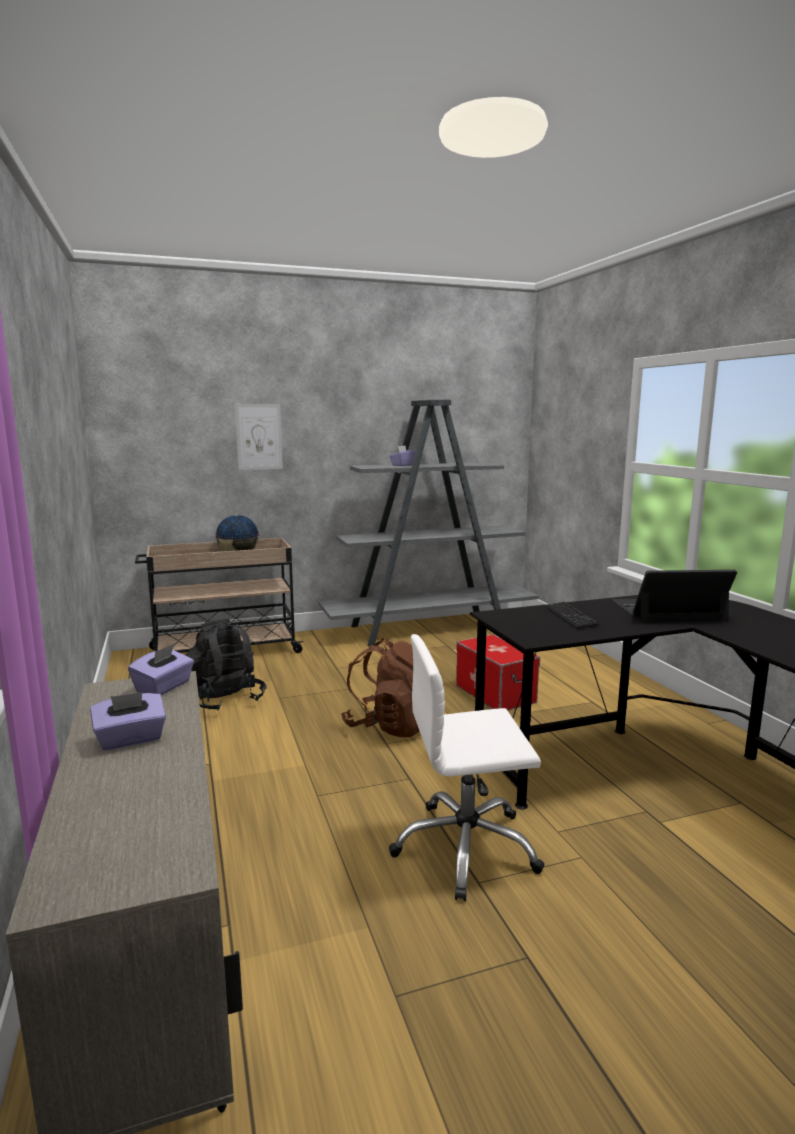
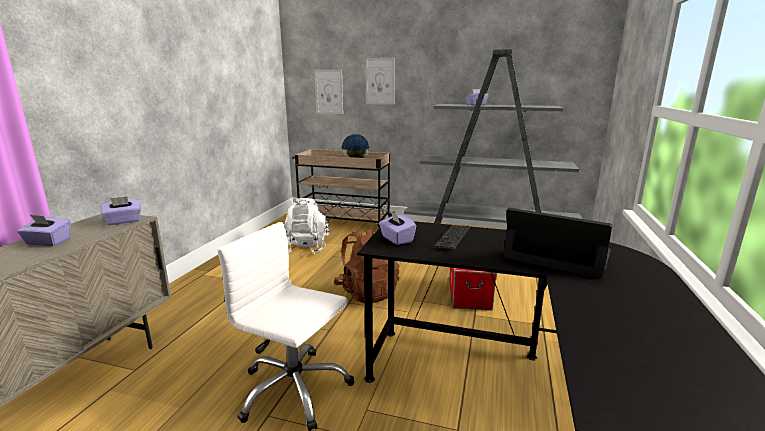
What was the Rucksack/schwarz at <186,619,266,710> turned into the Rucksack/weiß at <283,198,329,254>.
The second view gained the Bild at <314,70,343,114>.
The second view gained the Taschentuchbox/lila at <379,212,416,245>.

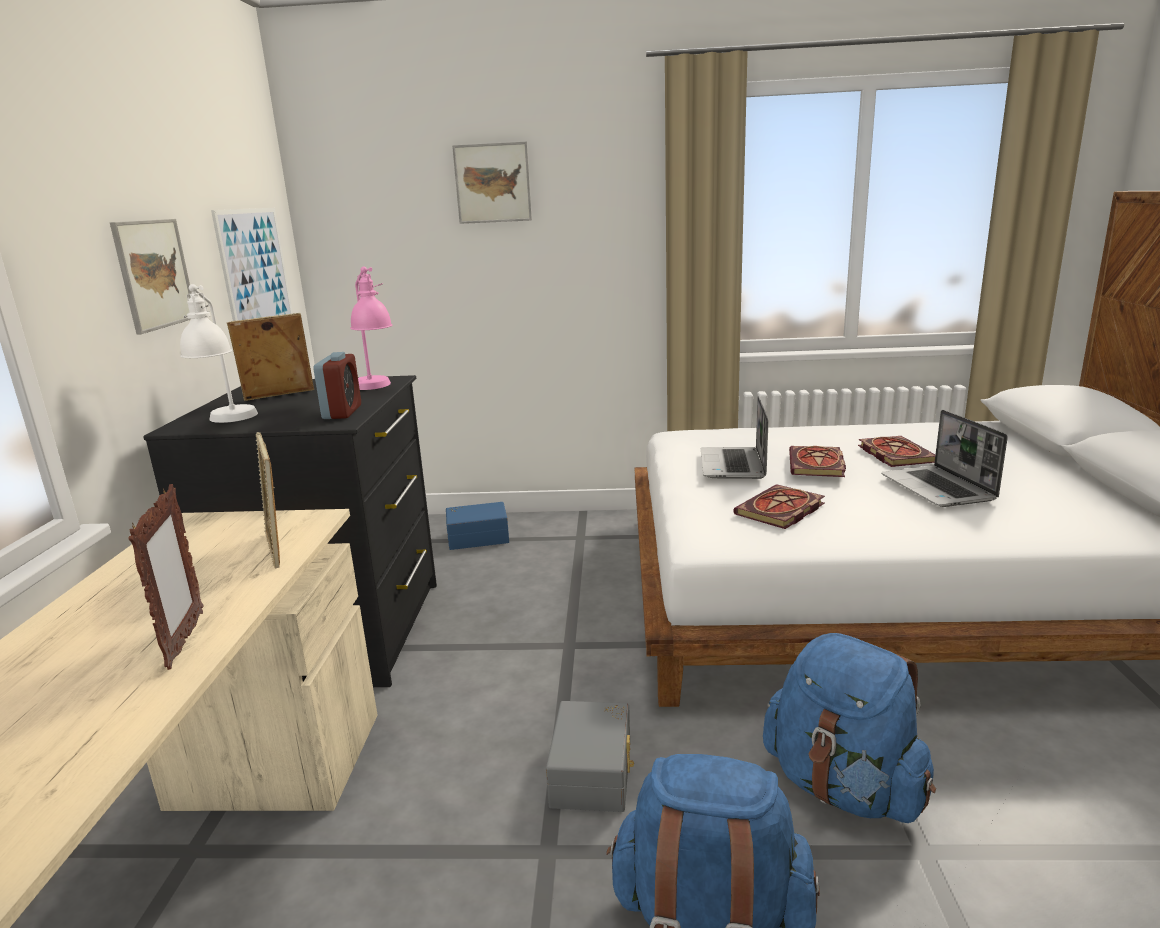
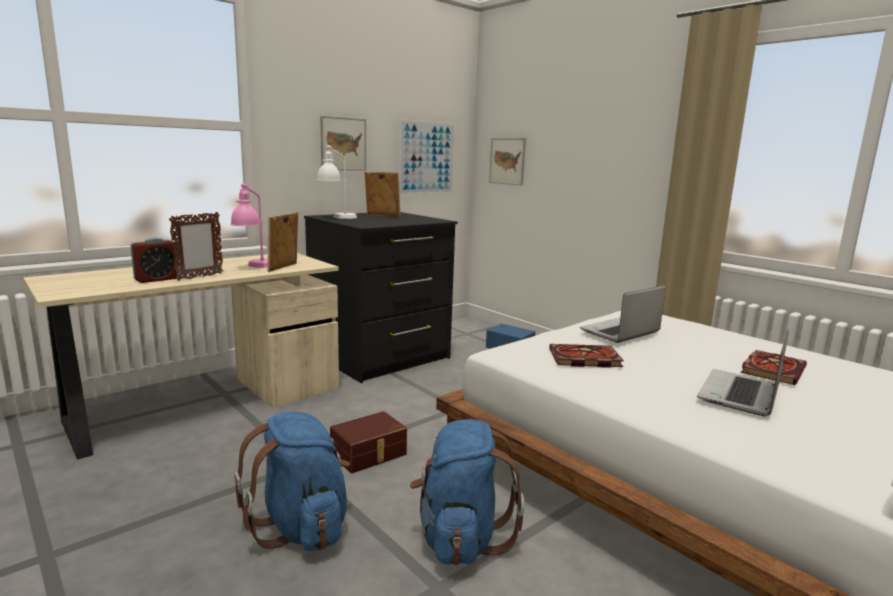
The Wecker ended up elsewhere, having gone from <314,352,361,419> to <130,238,179,283>.
The Tischlampe/rosa ended up elsewhere, having gone from <350,266,393,390> to <230,183,268,268>.
What was the Aufbewahrungsbox/grau at <546,701,634,812> turned into the Aufbewahrungsbox/braun at <330,411,407,473>.
The Bild ended up elsewhere, having gone from <452,141,532,224> to <489,138,526,186>.
The second view lost the Buch at <789,446,846,477>.

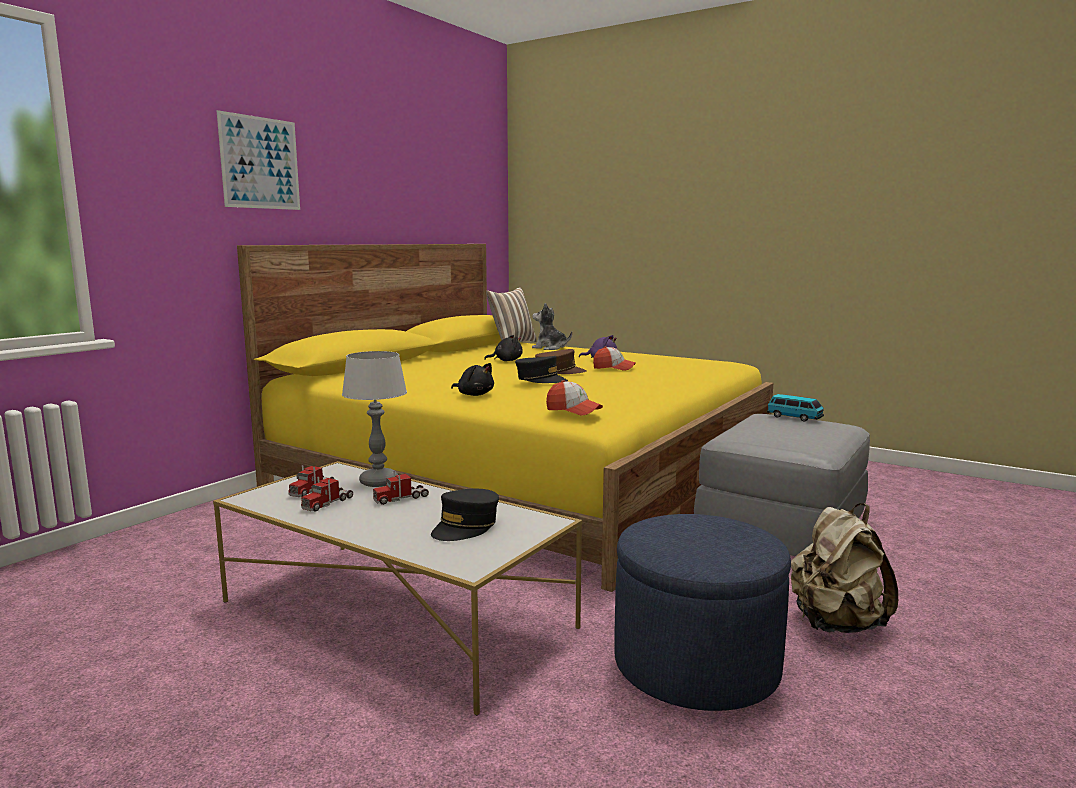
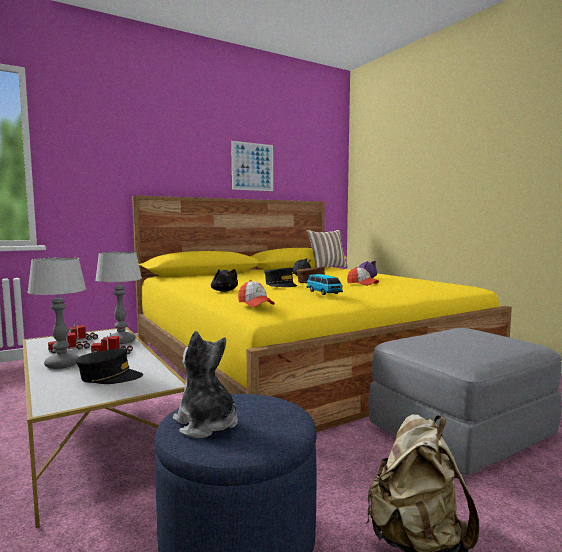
The second view gained the Tischlampe at <27,257,86,369>.
The Kappe/schwarz at <431,489,499,541> ended up facing another way, 150 degrees counterclockwise from before.
The Plüschtier ended up elsewhere, having gone from <532,303,572,350> to <173,331,238,438>.
The Bild ended up elsewhere, having gone from <216,110,300,210> to <231,141,273,191>.
The Spielzeugauto ended up elsewhere, having gone from <767,394,824,422> to <307,274,343,295>.

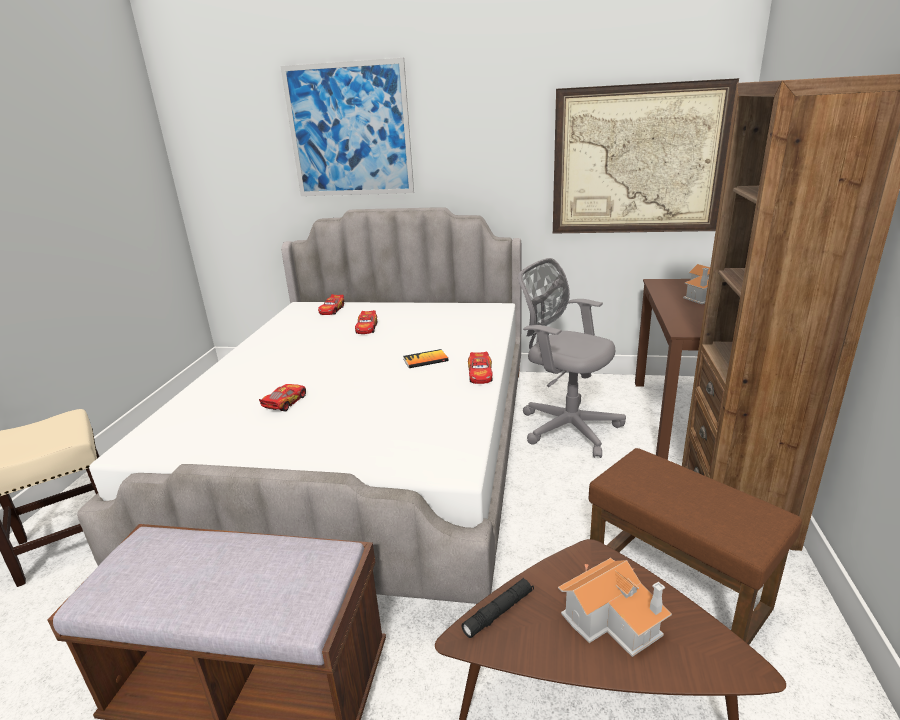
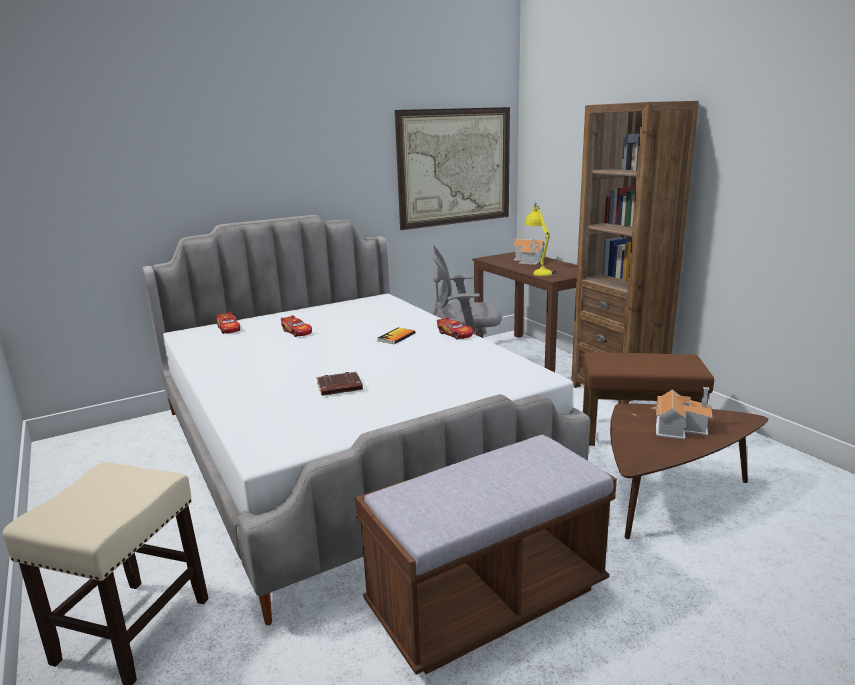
Where the Spielzeugauto stood at <259,384,306,412>, the Buch/braun came to stand at <317,372,363,396>.
The second view gained the Tischlampe/gelb at <525,202,556,276>.
The second view lost the Bild at <281,58,414,196>.
The second view lost the Taschenlampe/schwarz at <462,578,534,638>.

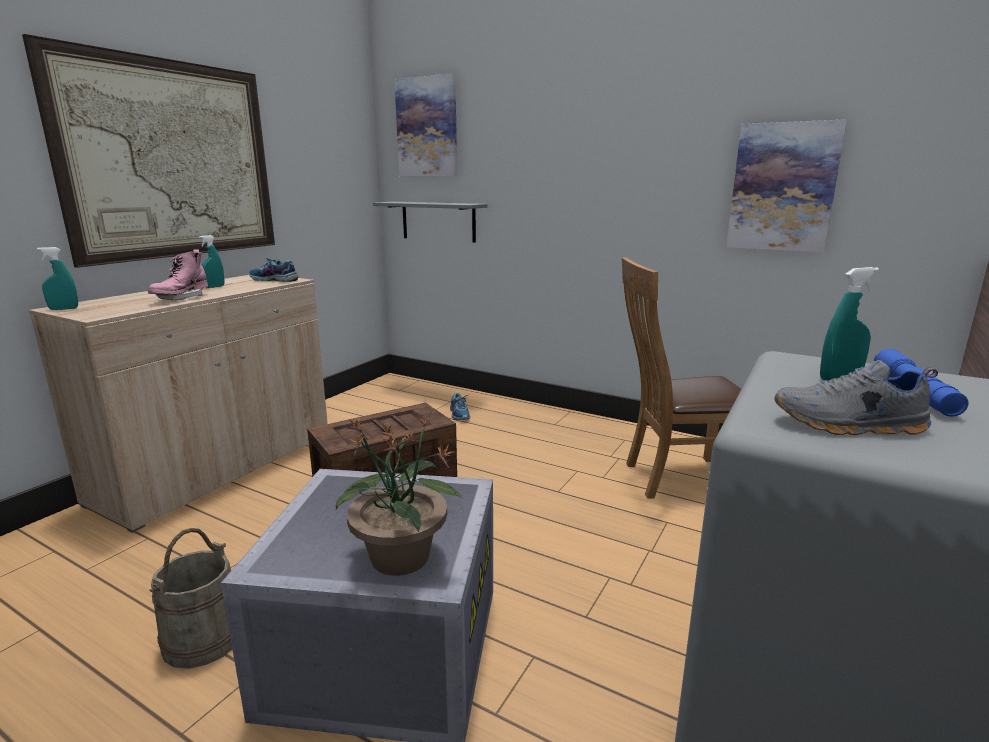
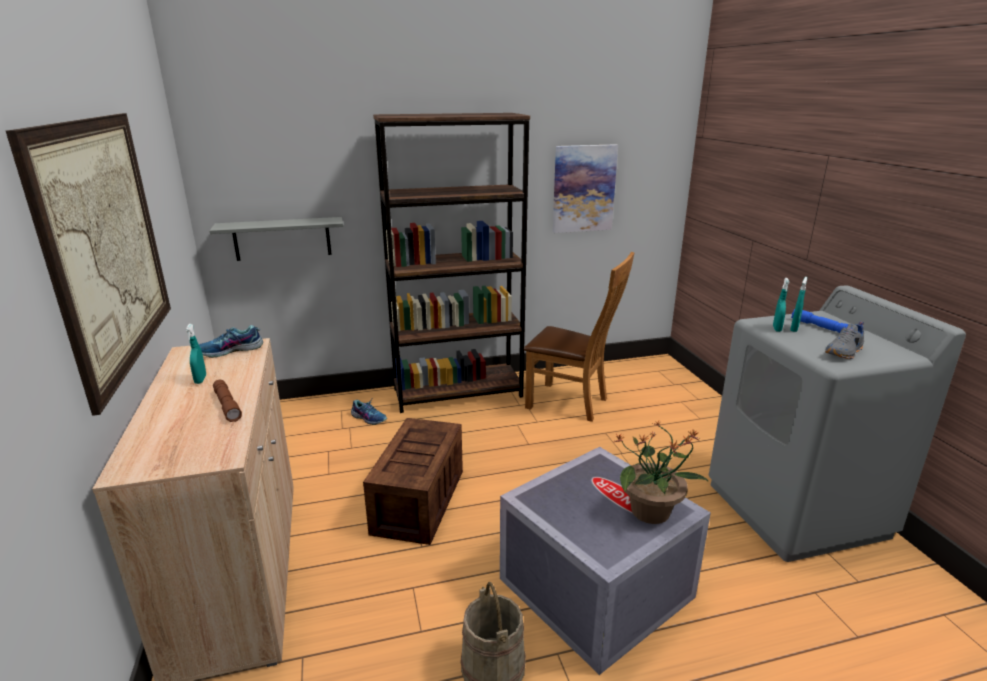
Where the Stiefel/rosa stood at <147,249,208,300>, the Taschenlampe/braun came to stand at <213,380,242,422>.
The second view gained the Bücherregal/braun at <373,113,530,413>.
The Stuhl/braun at <622,257,741,499> ended up facing another way, 105 degrees counterclockwise from before.
The Sprühflasche/türkis ended up elsewhere, having gone from <37,247,78,310> to <773,278,789,332>.
The second view lost the Bild at <394,73,457,176>.

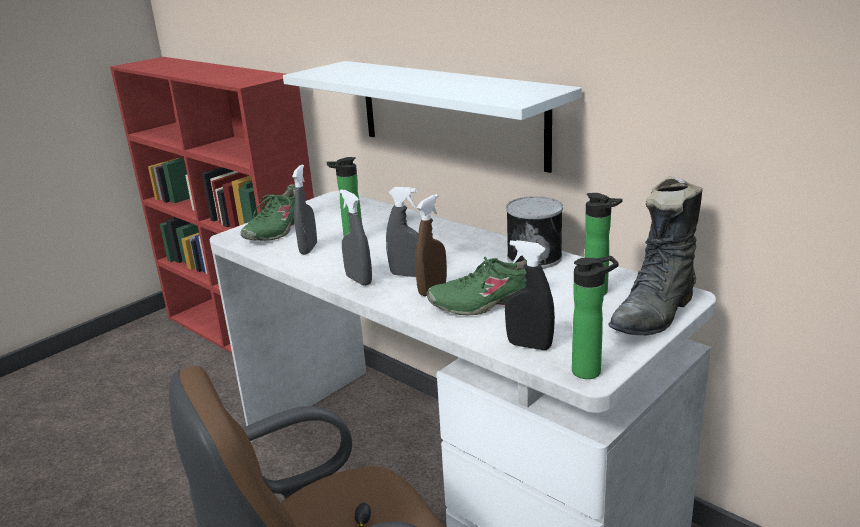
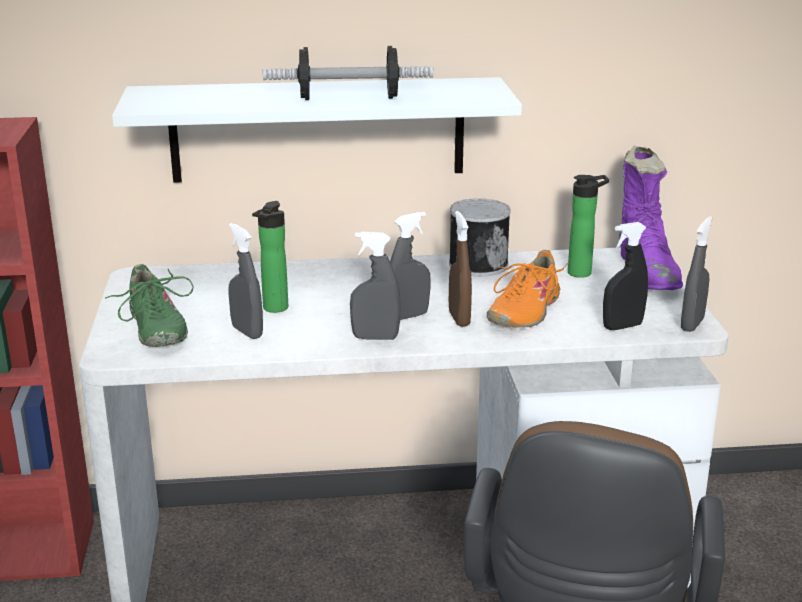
The second view gained the Hantel at <263,46,433,100>.
What was the Schuh/grün at <427,257,527,316> turned into the Schuh/orange at <487,250,568,328>.
What was the Stiefel/schwarz at <608,176,703,335> turned into the Stiefel/lila at <619,145,683,290>.
Where the Flasche stood at <572,256,619,379>, the Sprühflasche/grau came to stand at <681,216,712,332>.

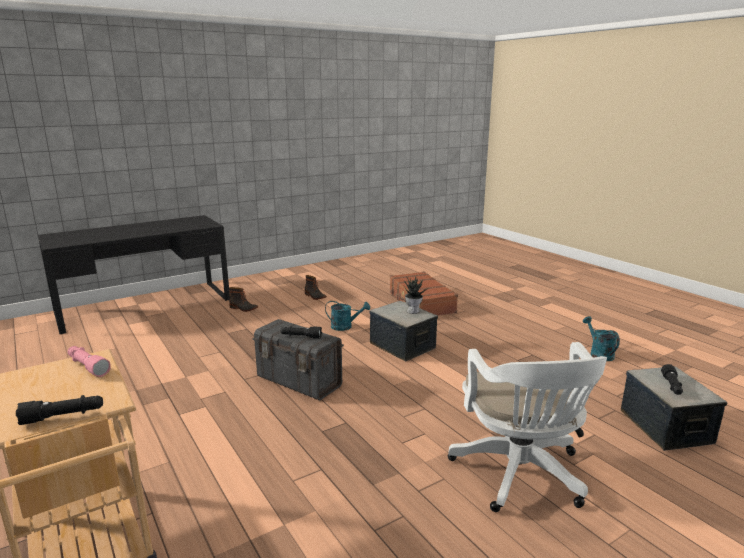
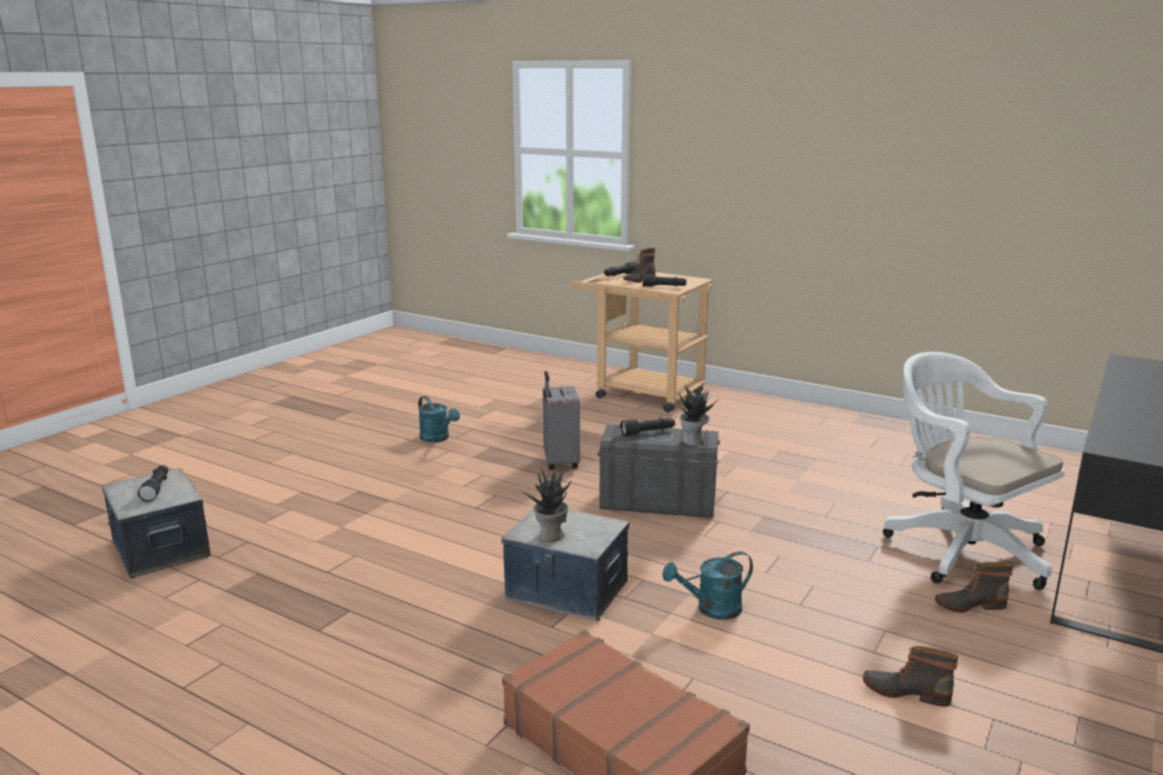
The Gießkanne/türkis ended up elsewhere, having gone from <583,316,620,361> to <418,396,460,443>.
The second view gained the Koffer/grau at <543,371,580,470>.
The second view gained the Stiefel at <624,248,656,283>.
What was the Taschenlampe/rosa at <68,346,111,377> turned into the Taschenlampe/schwarz at <642,274,687,287>.
The second view gained the Topfpflanze at <678,382,718,446>.
The Bürostuhl/weiß ended up elsewhere, having gone from <448,342,607,512> to <883,352,1065,590>.

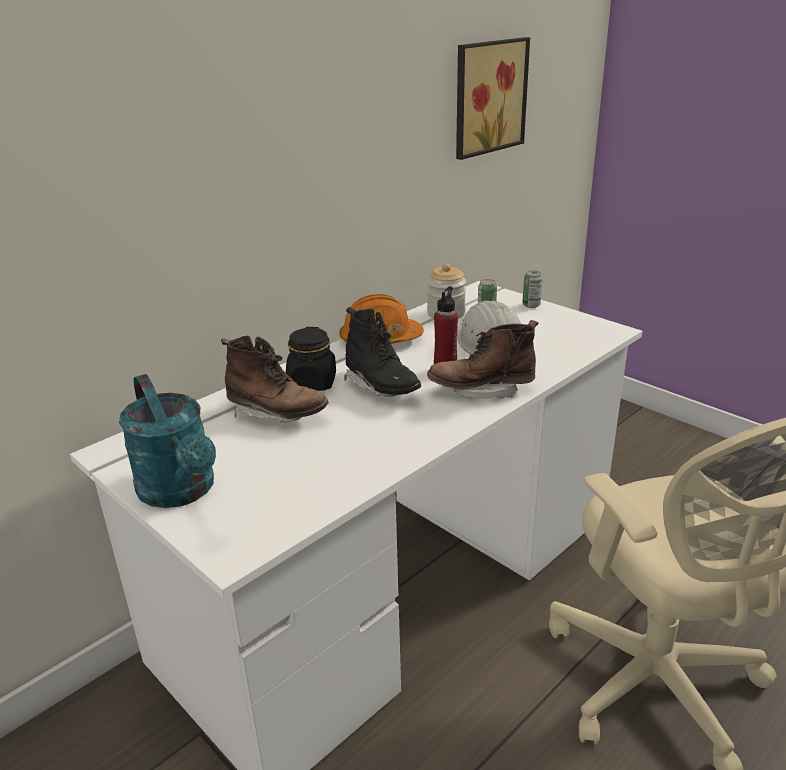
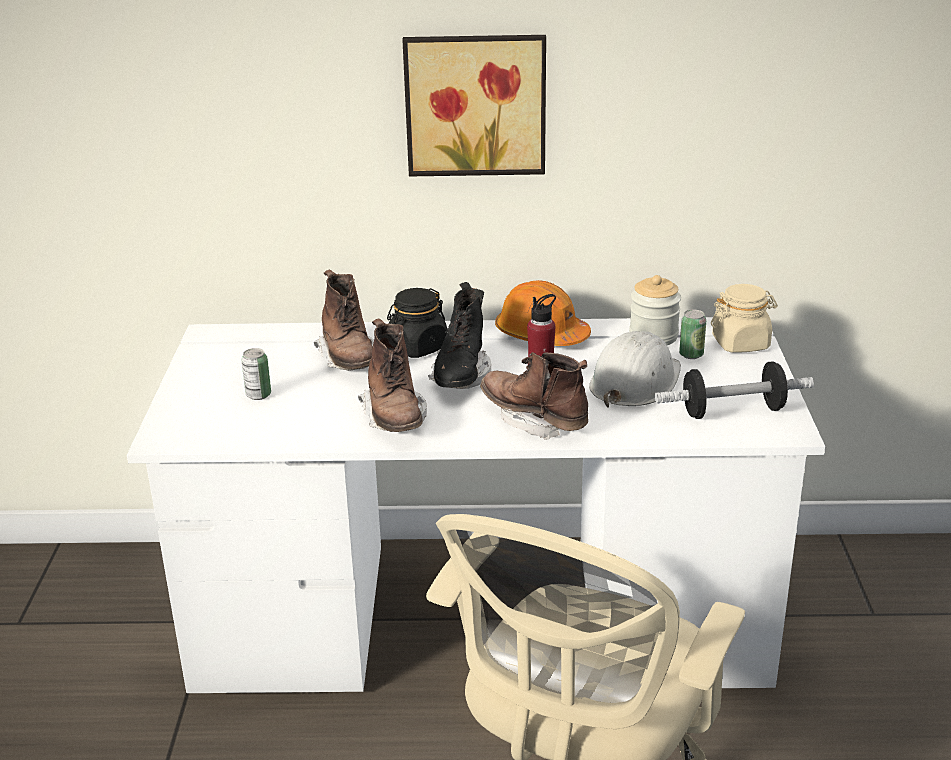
The Dose ended up elsewhere, having gone from <522,270,543,308> to <242,348,271,400>.
The second view gained the Stiefel/braun at <358,319,427,432>.
The Bild ended up elsewhere, having gone from <456,37,530,160> to <402,35,546,177>.
The second view gained the Hantel at <655,362,814,419>.
The second view gained the Vorratsglas/beige at <711,284,778,353>.
The second view lost the Gießkanne/türkis at <119,374,216,508>.

